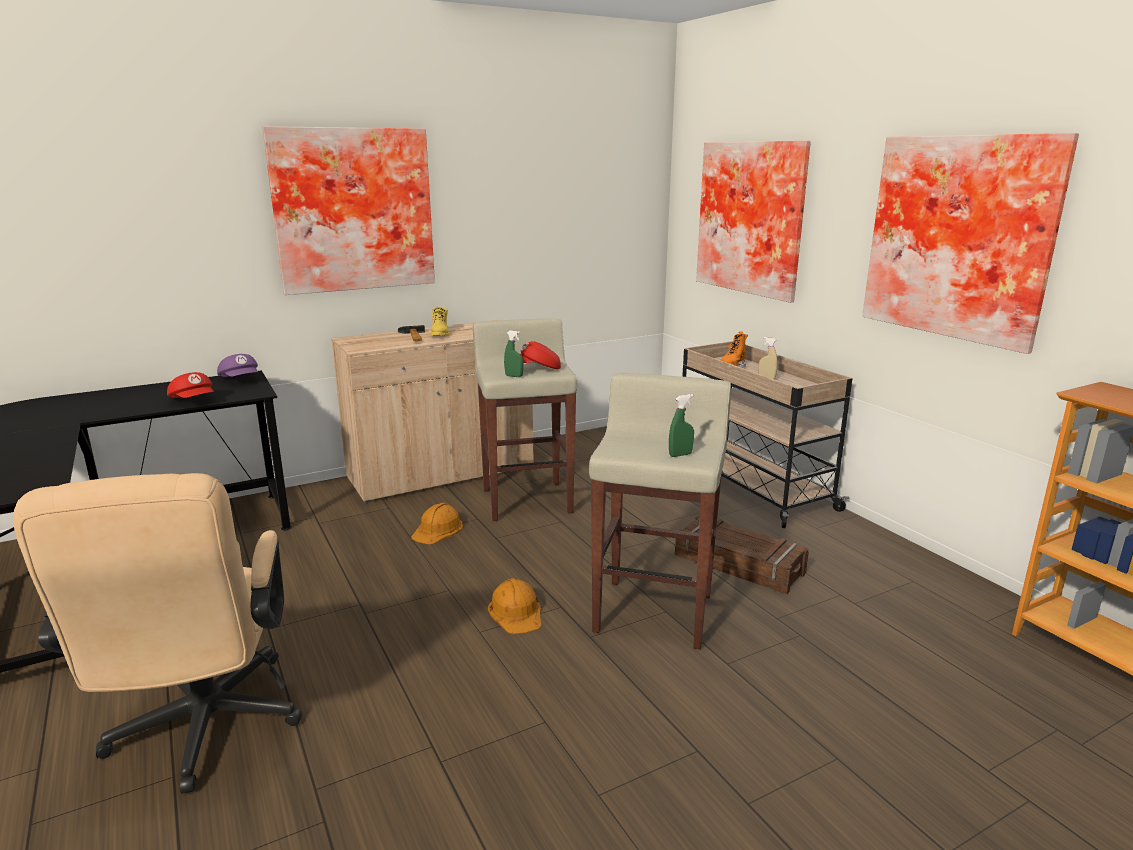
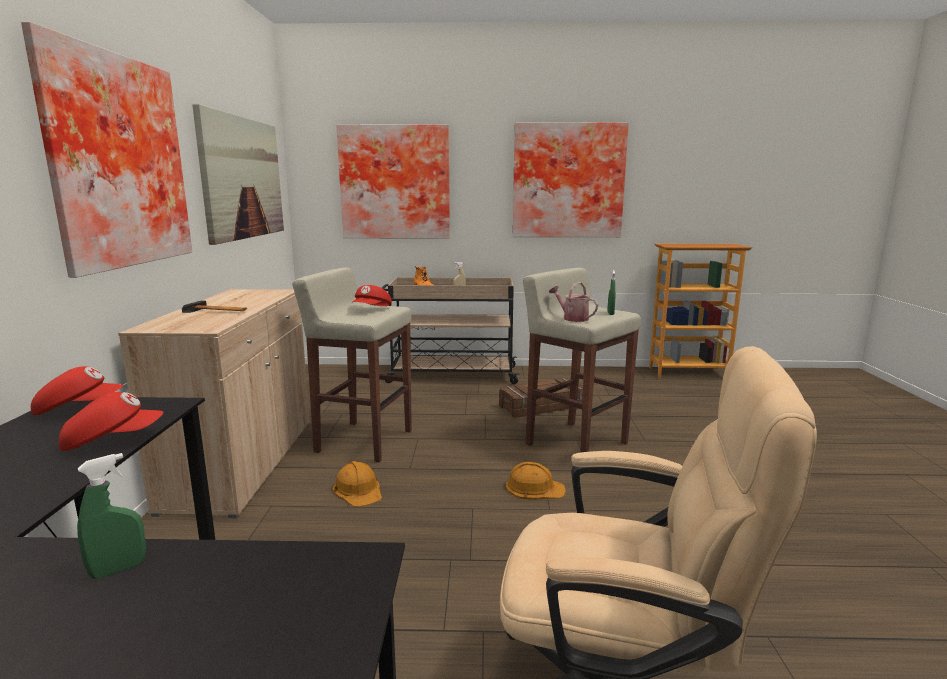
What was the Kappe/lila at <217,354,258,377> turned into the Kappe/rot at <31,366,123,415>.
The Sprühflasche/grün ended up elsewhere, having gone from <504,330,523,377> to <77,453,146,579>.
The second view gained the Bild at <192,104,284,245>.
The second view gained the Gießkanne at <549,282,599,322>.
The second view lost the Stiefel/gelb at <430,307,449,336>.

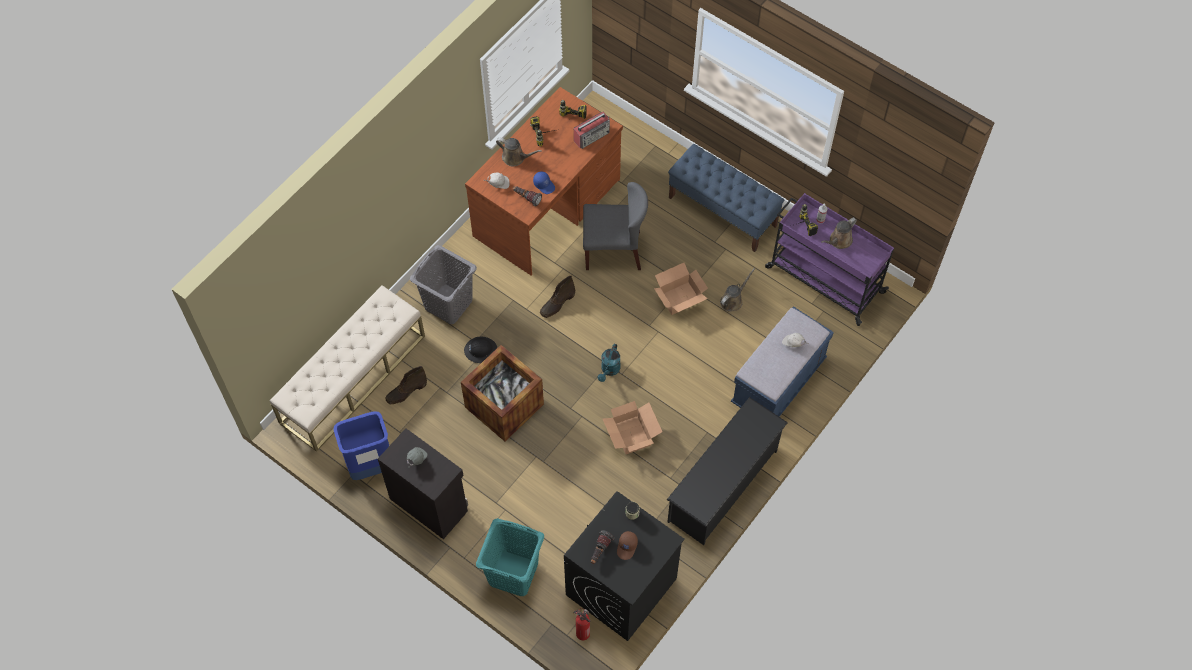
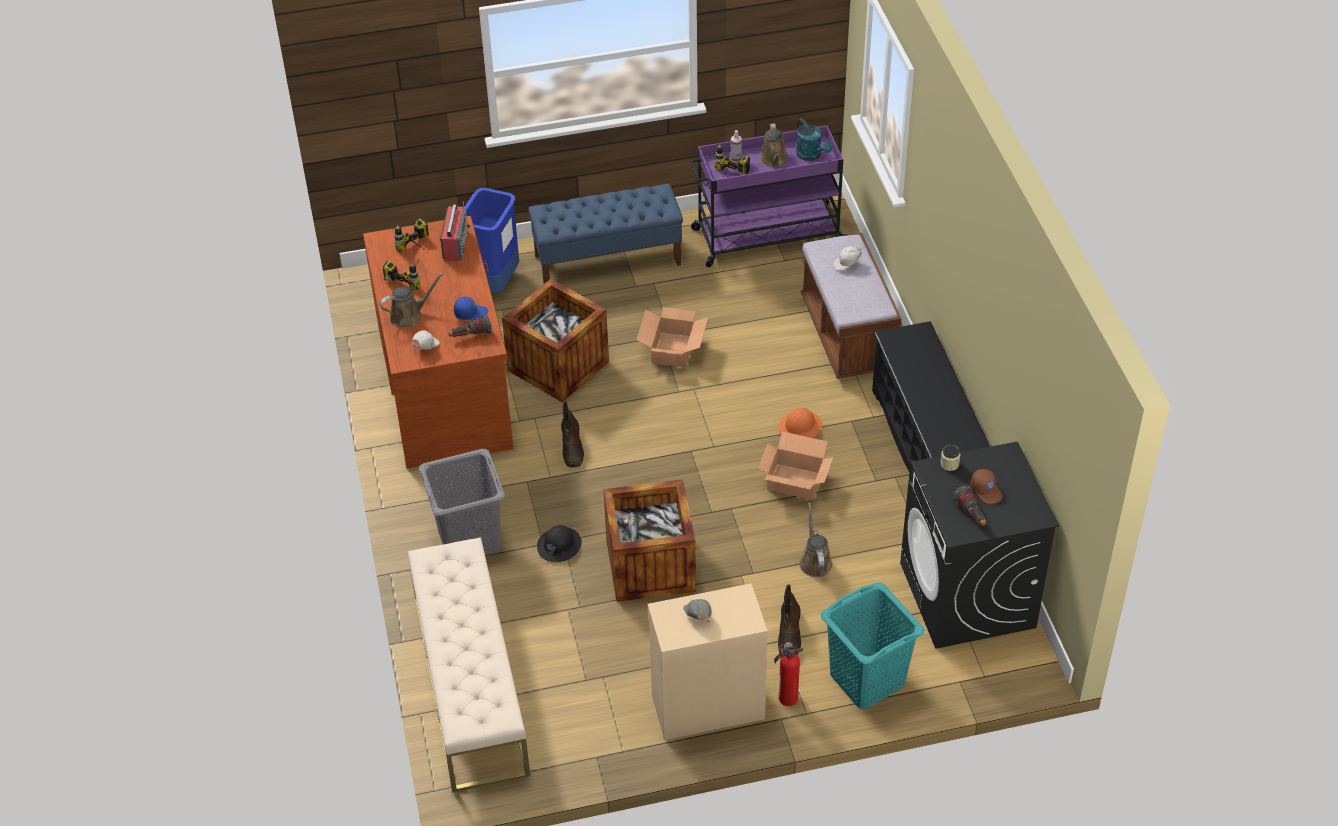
The Mülleimer/blau ended up elsewhere, having gone from <333,411,389,480> to <464,188,519,293>.
Where the Stuhl/grau stood at <583,182,648,270>, the Kiste came to stand at <502,279,609,402>.
What was the Schrank/schwarz at <378,428,468,539> turned into the Schrank/beige at <648,584,768,740>.
The Feuerlöscher ended up elsewhere, having gone from <573,608,590,640> to <774,642,803,706>.
The second view gained the Schutzhelm/orange at <778,408,822,438>.
The Stiefel/braun ended up elsewhere, having gone from <386,366,427,405> to <778,584,801,655>.
The Gießkanne/türkis ended up elsewhere, having gone from <598,344,621,382> to <796,119,832,161>.
The Gießkanne/braun ended up elsewhere, having gone from <720,268,755,312> to <800,503,832,577>.
What was the Bank/blau at <731,306,834,417> turned into the Bank/braun at <801,233,902,379>.

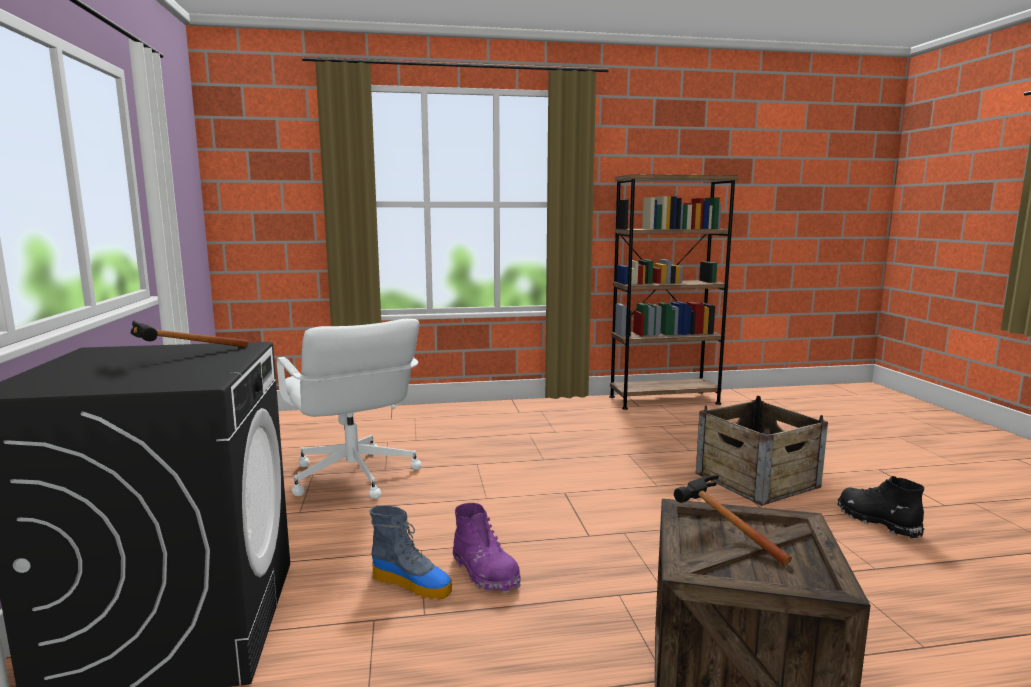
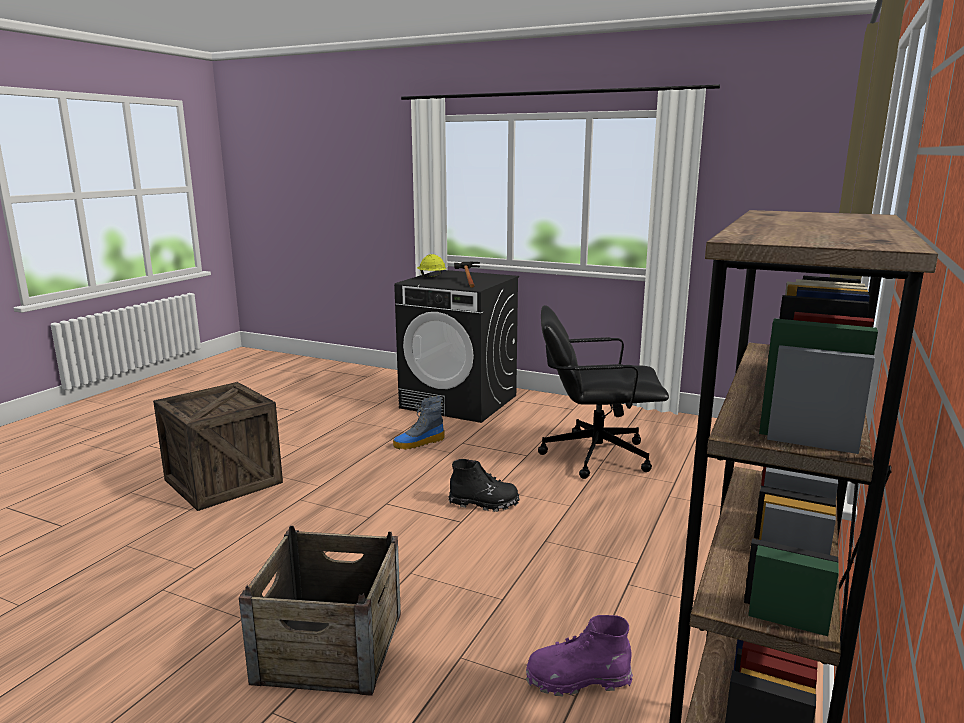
The second view gained the Schutzhelm/gelb at <417,254,446,278>.
The Stiefel/schwarz ended up elsewhere, having gone from <837,476,924,539> to <449,459,520,512>.
The Stiefel/lila ended up elsewhere, having gone from <453,503,521,593> to <526,615,633,696>.
What was the Bürostuhl/weiß at <277,319,421,499> turned into the Bürostuhl/schwarz at <538,305,669,479>.
The second view lost the Hammer at <674,475,792,566>.

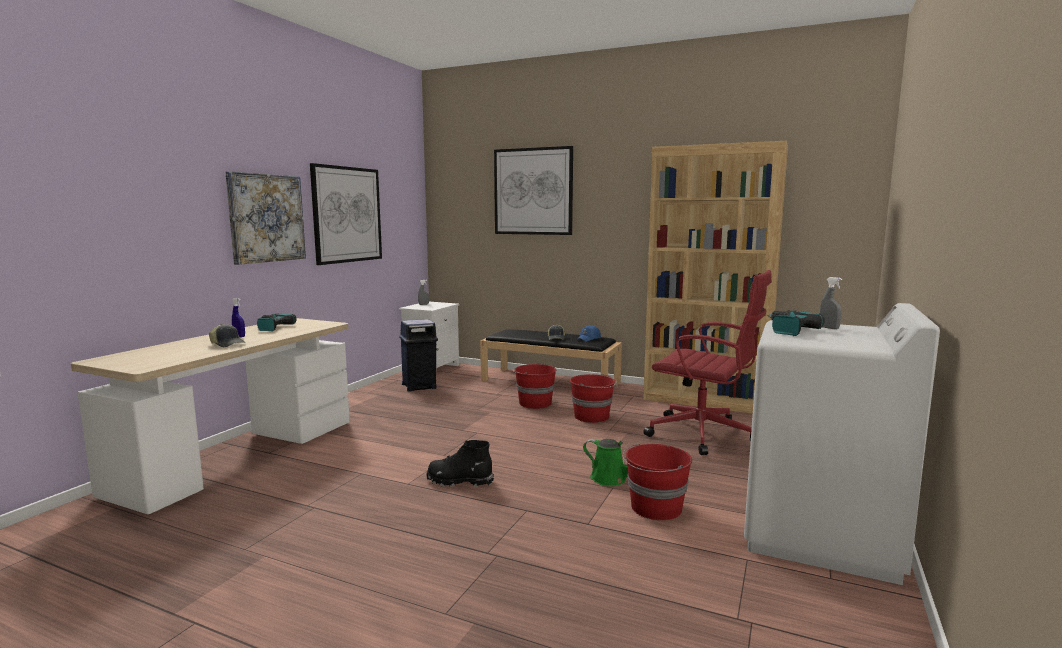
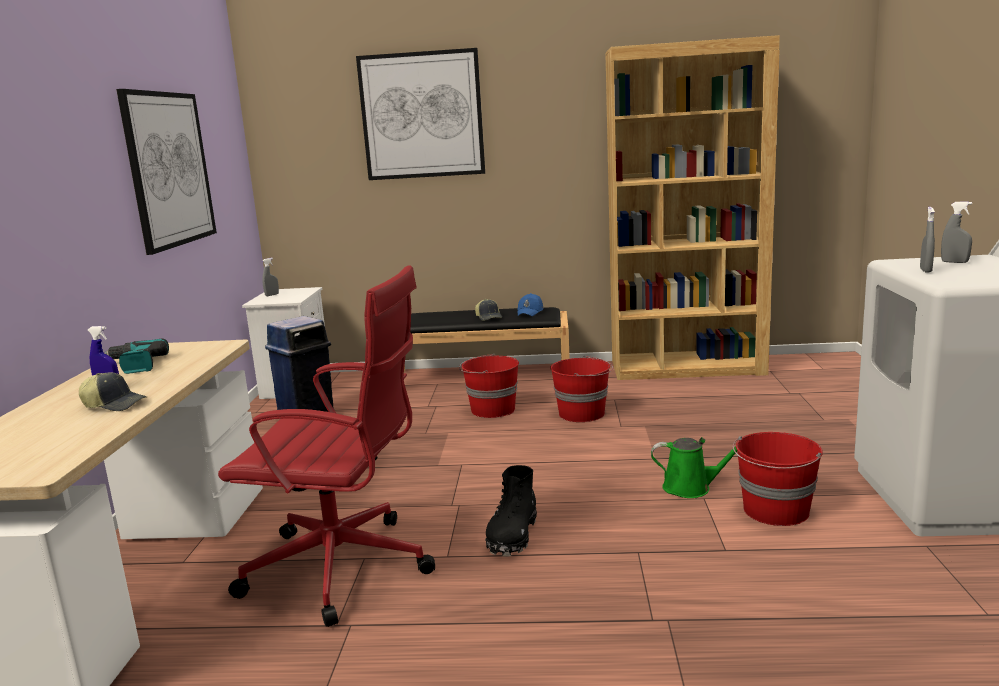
The Bürostuhl/rot ended up elsewhere, having gone from <643,270,772,455> to <218,265,435,627>.
The Stiefel/schwarz at <426,440,494,487> ended up facing another way, 60 degrees counterclockwise from before.
Where the Bohrmaschine stood at <767,310,825,336>, the Sprühflasche/grau came to stand at <920,207,935,272>.
The second view lost the Bild at <226,171,306,265>.

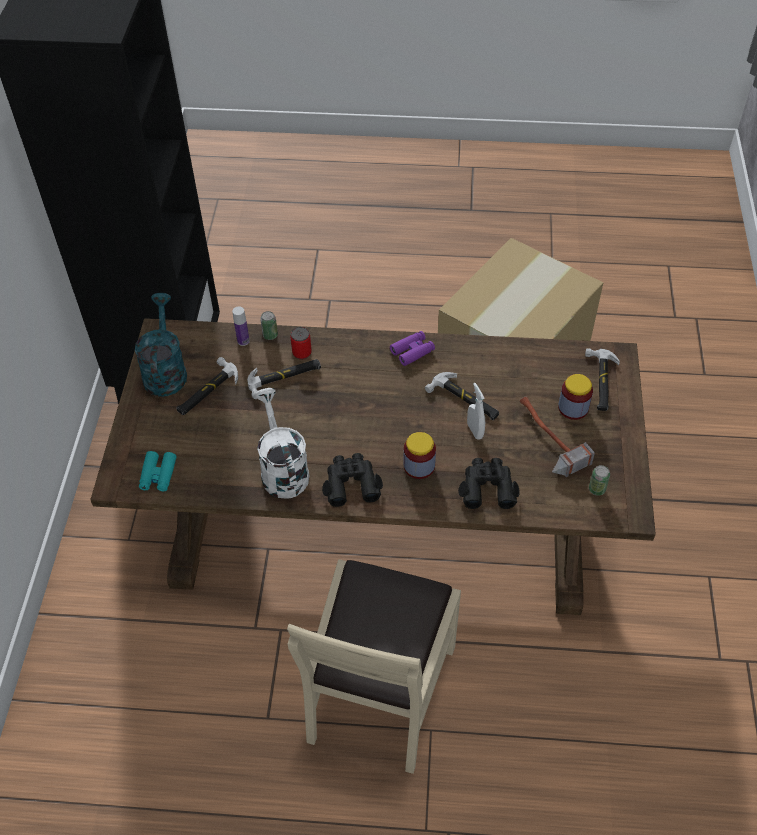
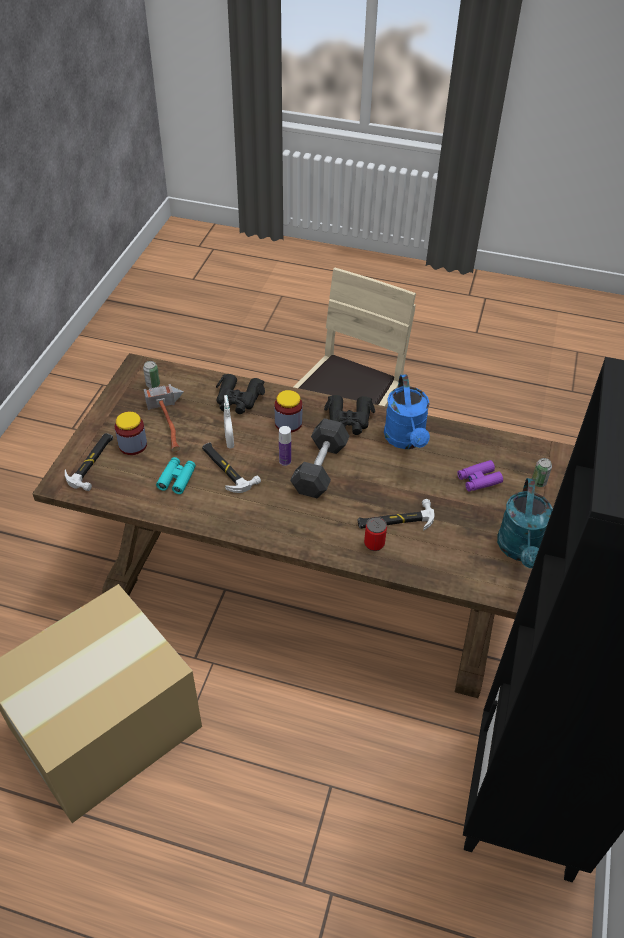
The Fernglas/türkis ended up elsewhere, having gone from <139,451,176,491> to <156,457,196,494>.
The Flasche ended up elsewhere, having gone from <232,306,250,346> to <279,426,291,466>.
The second view gained the Hantel/grau at <290,418,350,498>.
What was the Gießkanne/weiß at <255,388,309,499> turned into the Gießkanne/blau at <384,374,430,449>.
The Fernglas/lila ended up elsewhere, having gone from <390,331,435,366> to <457,460,503,492>.
The Dose ended up elsewhere, having gone from <260,311,278,340> to <532,458,552,487>.
The second view lost the Hammer at <176,357,238,415>.

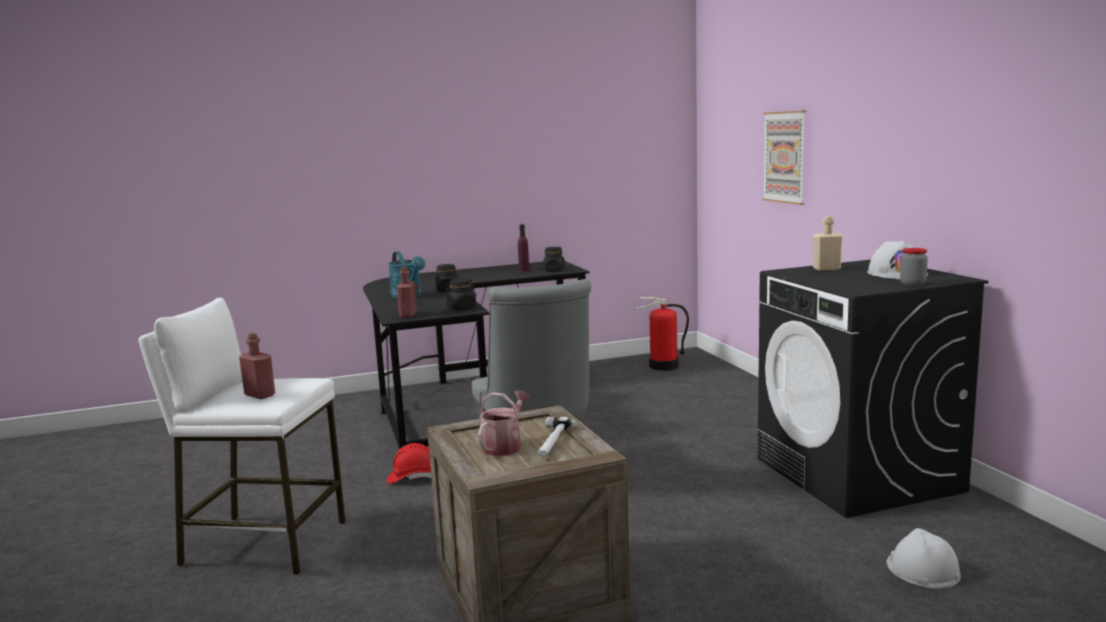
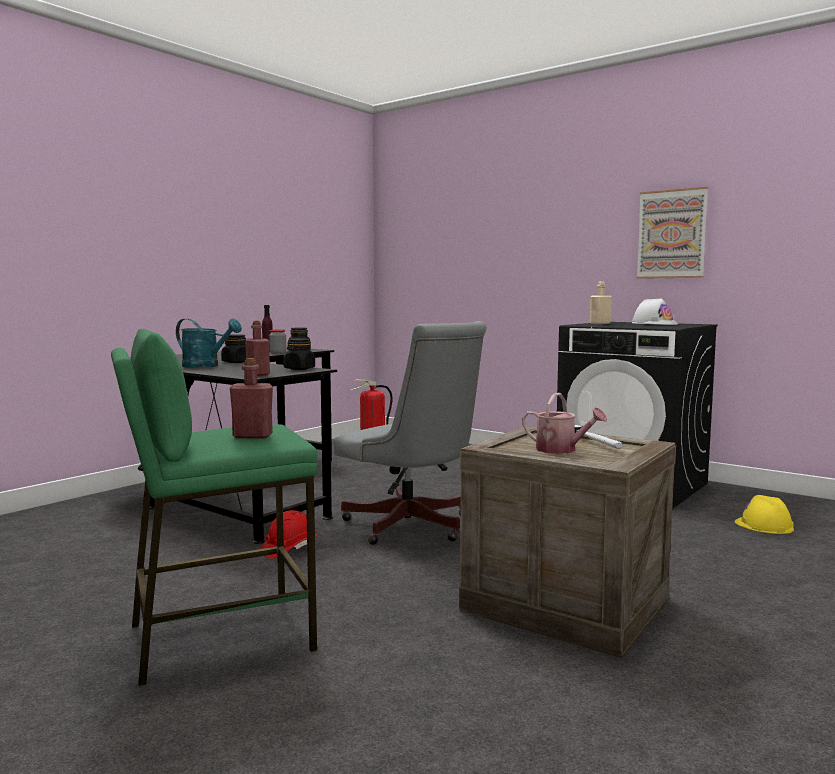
What was the Hocker/weiß at <138,297,346,575> turned into the Hocker/grün at <111,329,317,687>.
The Vorratsglas ended up elsewhere, having gone from <900,248,928,286> to <269,329,286,354>.
The Gießkanne at <478,391,530,456> ended up facing another way, 135 degrees clockwise from before.
The Bild ended up elsewhere, having gone from <762,110,806,205> to <636,187,708,279>.
What was the Schutzhelm/weiß at <886,528,961,589> turned into the Schutzhelm/gelb at <735,495,794,534>.

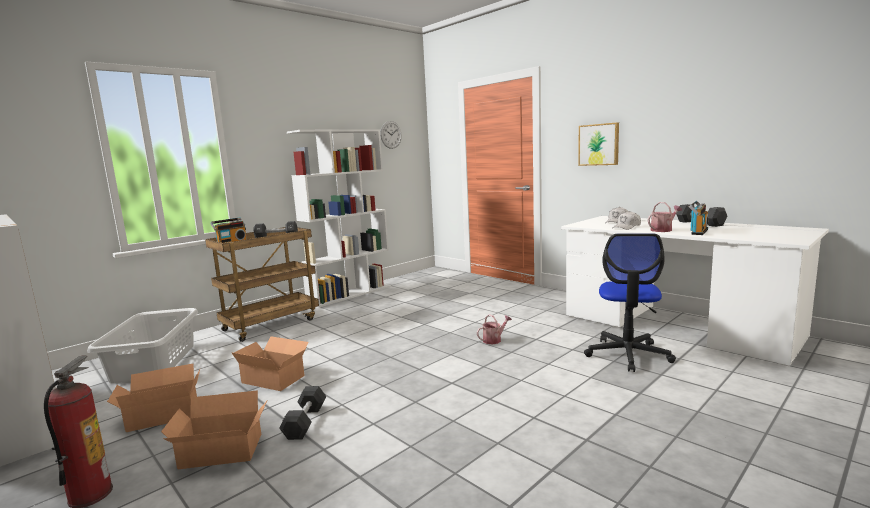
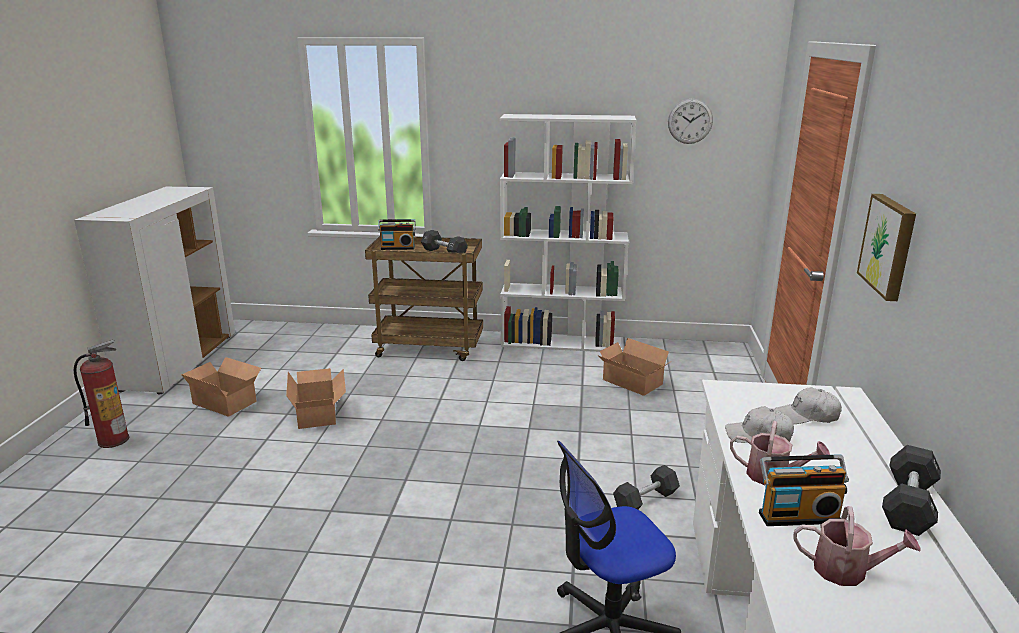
The Karton ended up elsewhere, having gone from <161,390,267,469> to <599,338,672,396>.
The Hantel/schwarz ended up elsewhere, having gone from <279,386,327,440> to <613,465,680,510>.
The Gießkanne ended up elsewhere, having gone from <477,314,512,344> to <793,506,921,586>.
The second view lost the Wäschekorb/grau at <87,308,198,383>.

